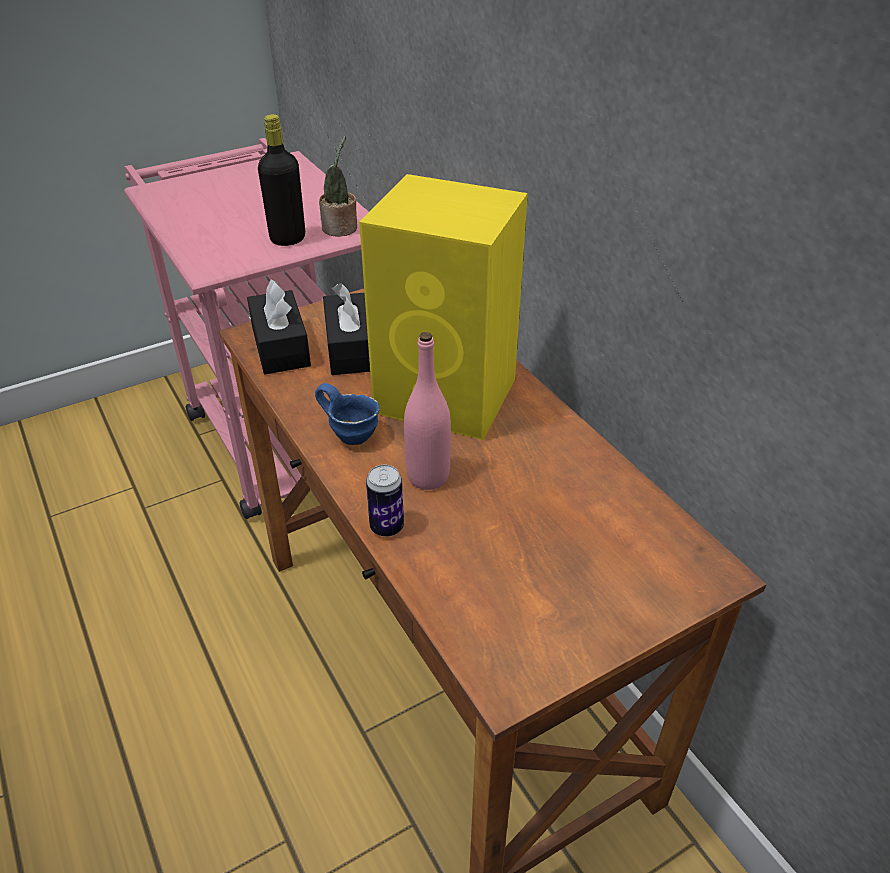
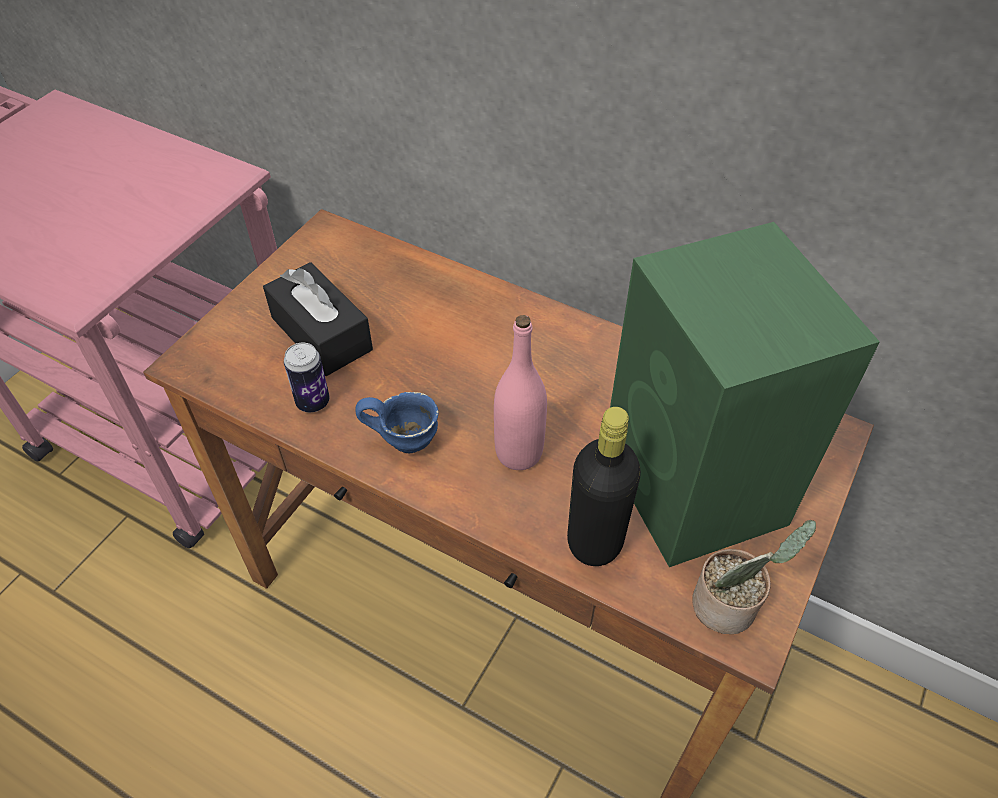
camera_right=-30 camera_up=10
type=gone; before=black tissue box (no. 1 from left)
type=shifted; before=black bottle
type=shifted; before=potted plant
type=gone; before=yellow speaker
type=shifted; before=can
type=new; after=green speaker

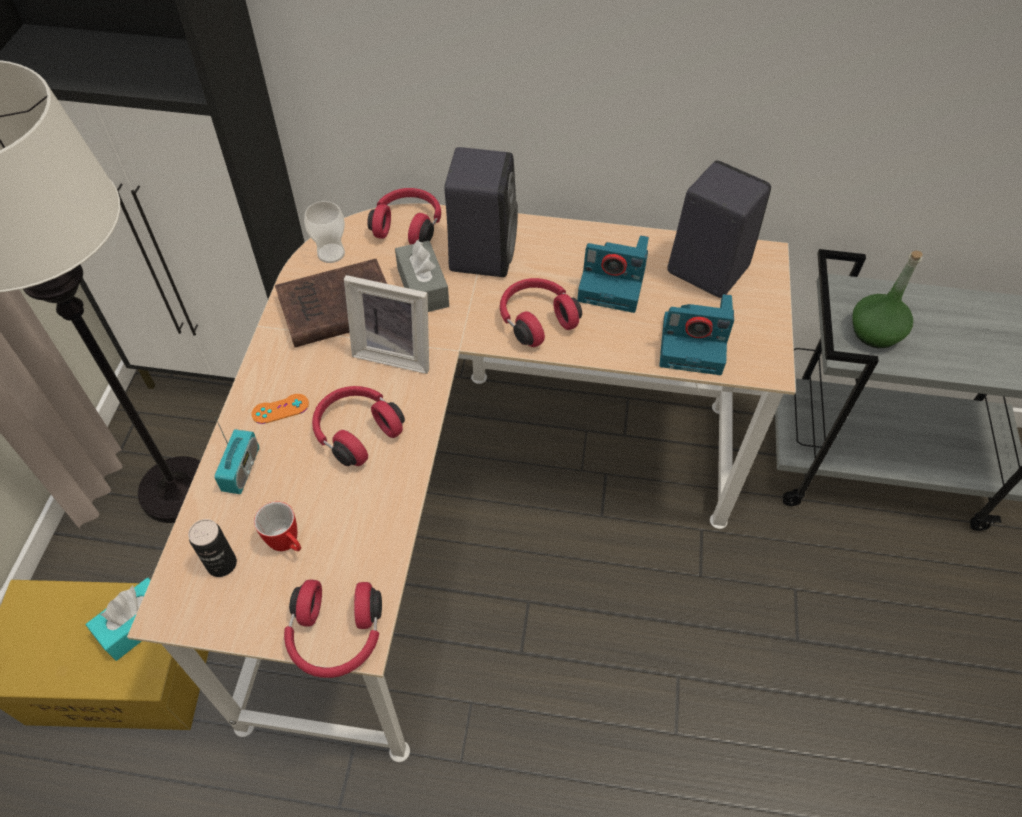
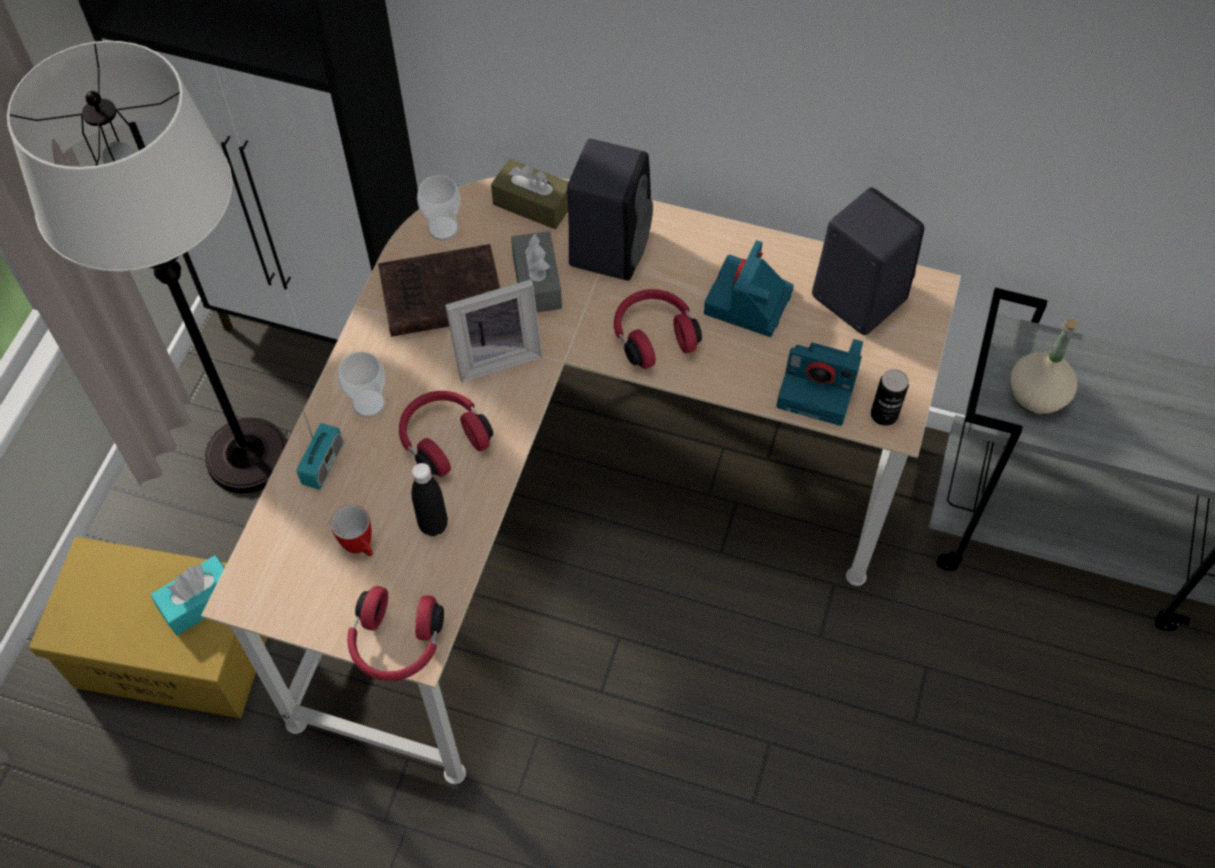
camera_right=10 camera_up=5
type=shifted; before=can
type=swapped; before=orange game controller; after=cup (no. 1 from left)
type=rotated; before=picture frame; turn=-45
type=swapped; before=red headphones (no. 3 from left); after=brown tissue box
type=rotated; before=photo camera (no. 1 from left); turn=90
type=repainted; before=green bottle; after=beige bottle
type=new; after=black bottle

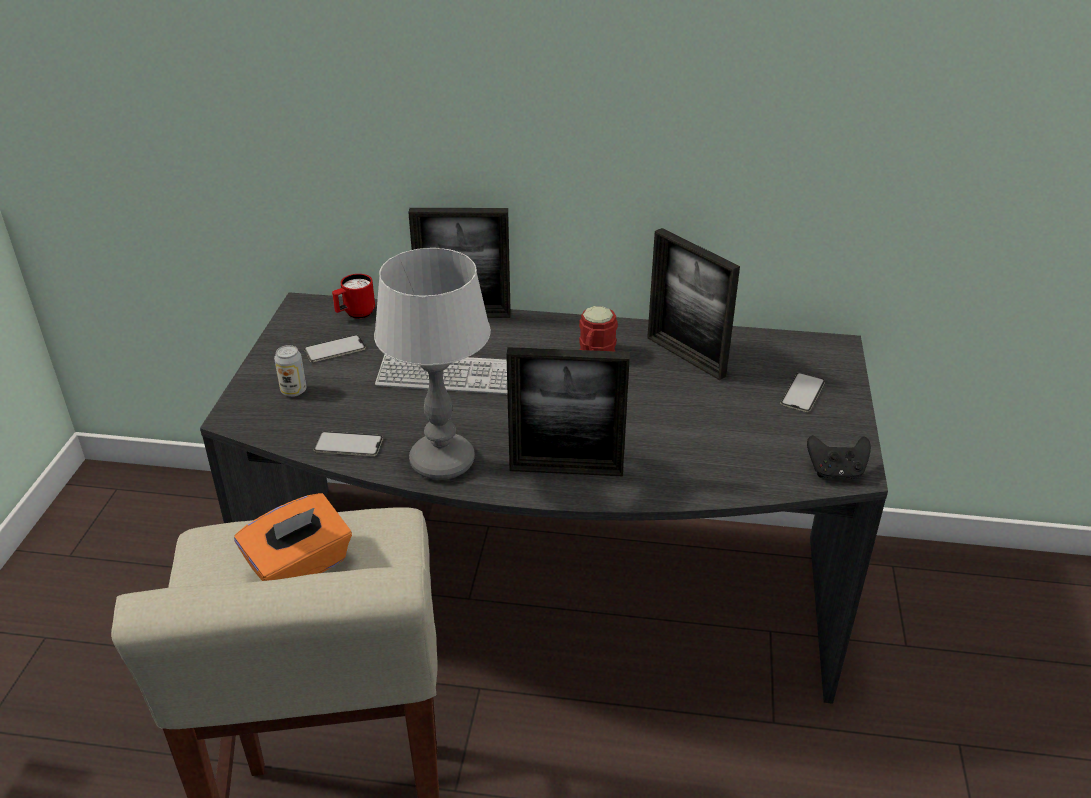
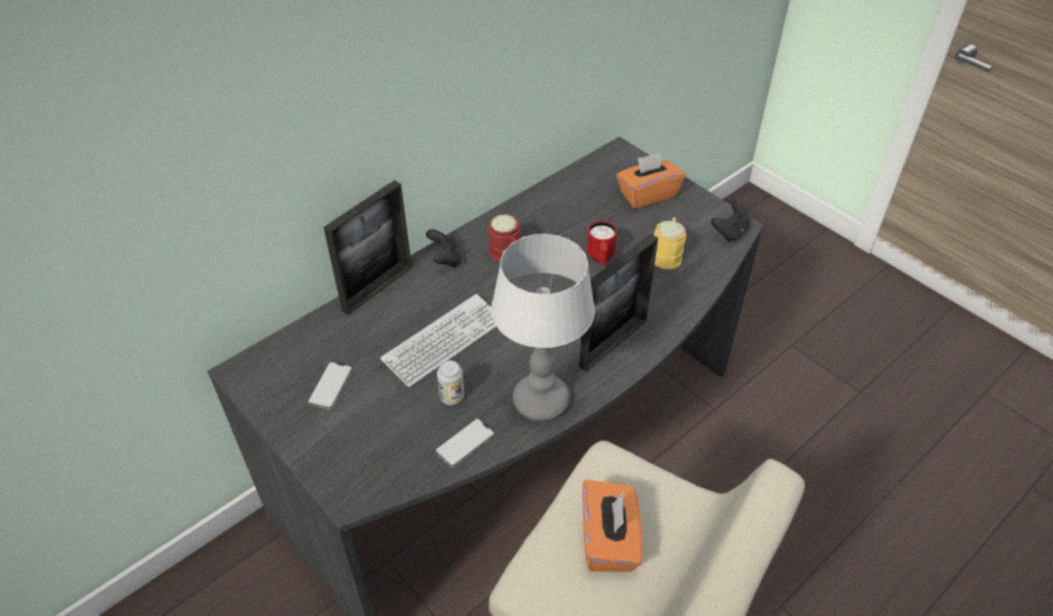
camera_right=-50 camera_up=10
type=shifted; before=can
type=shifted; before=red mug (no. 1 from left in the first image); after=red mug (no. 2 from left)
type=gone; before=picture frame (no. 3 from left)
type=swapped; before=phone (no. 3 from left); after=orange tissue box (no. 2 from left)
type=new; after=black game controller (no. 1 from left)
type=new; after=yellow mug

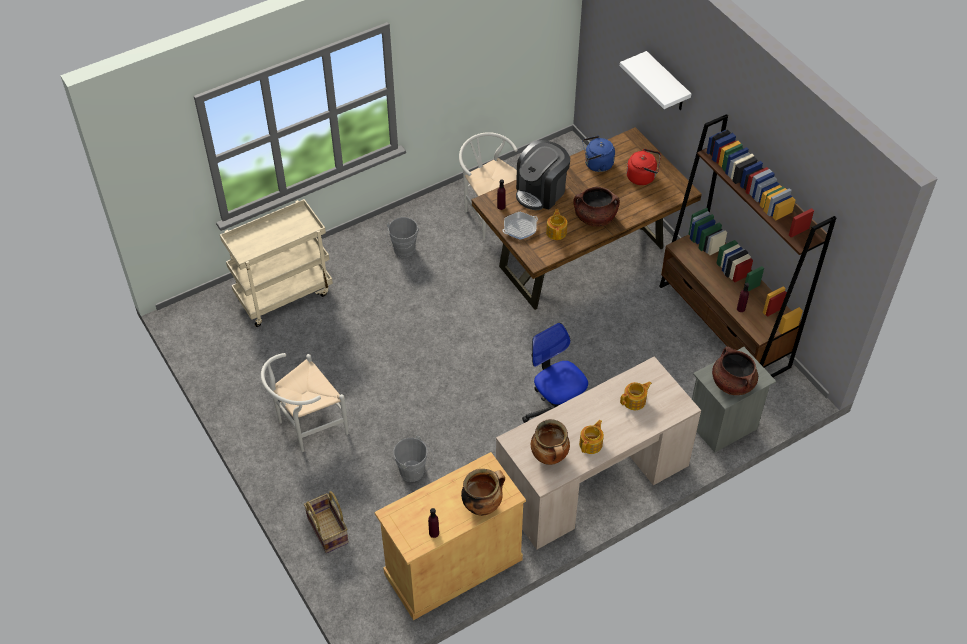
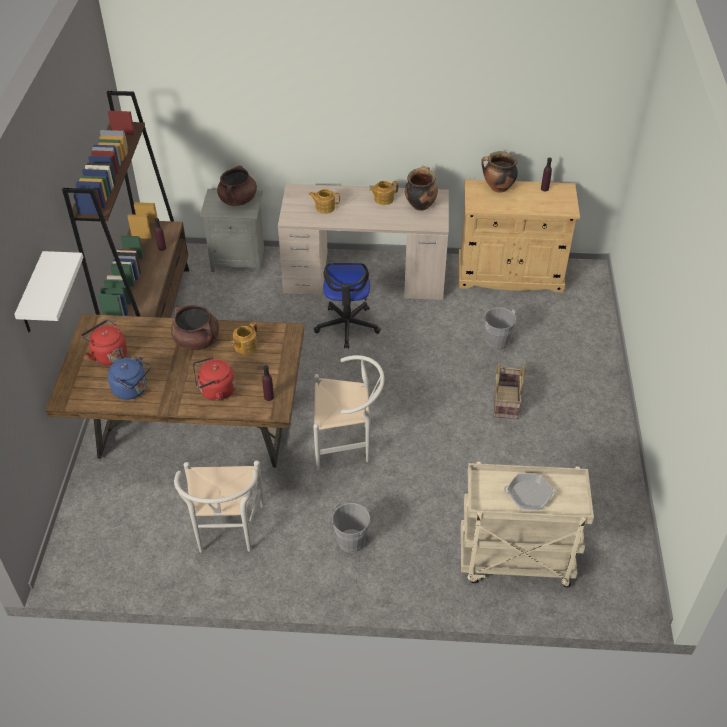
camera_right=-145 camera_up=-5
type=shifted; before=white chair (no. 1 from left in the first image); after=white chair (no. 2 from left)
type=shifted; before=basket
type=shifted; before=frying pan
type=swapped; before=coffee machine; after=red kettle (no. 2 from left)

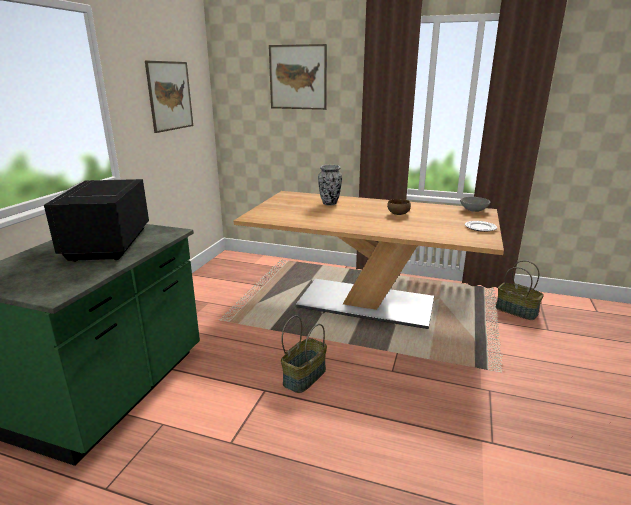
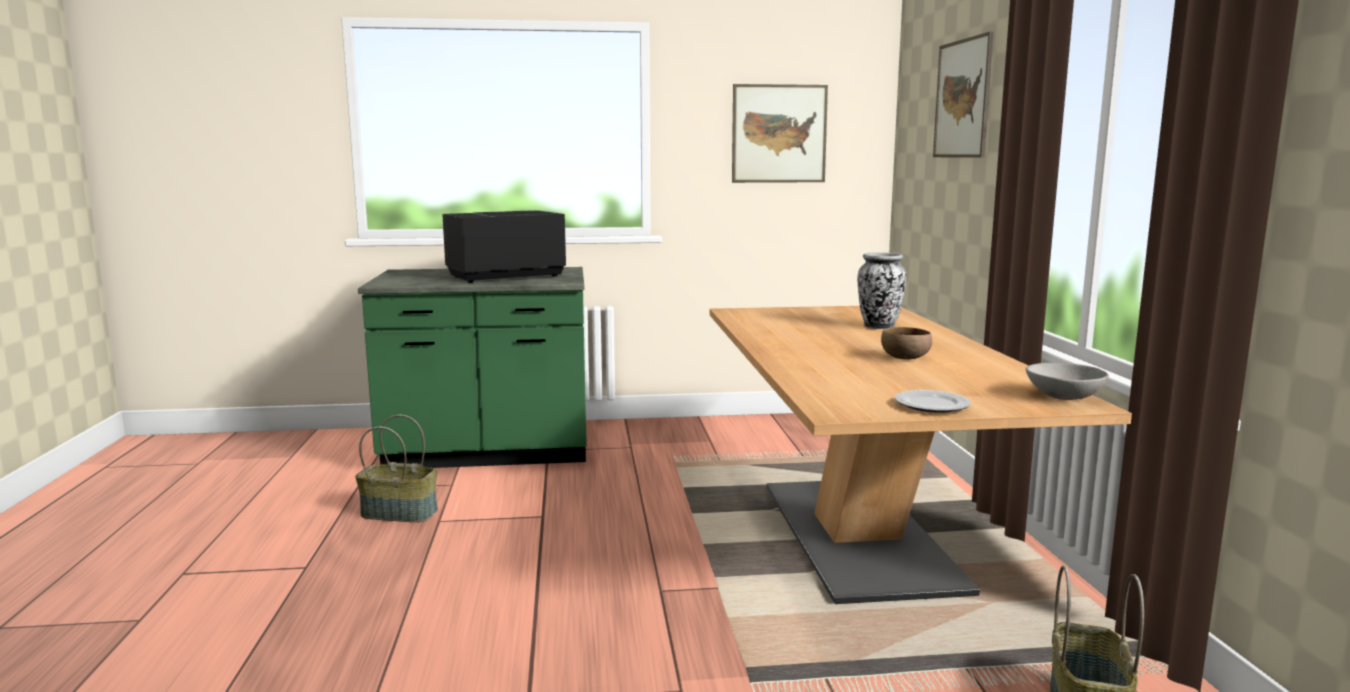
camera_right=65 camera_up=-10
type=shifted; before=basket (no. 1 from left)

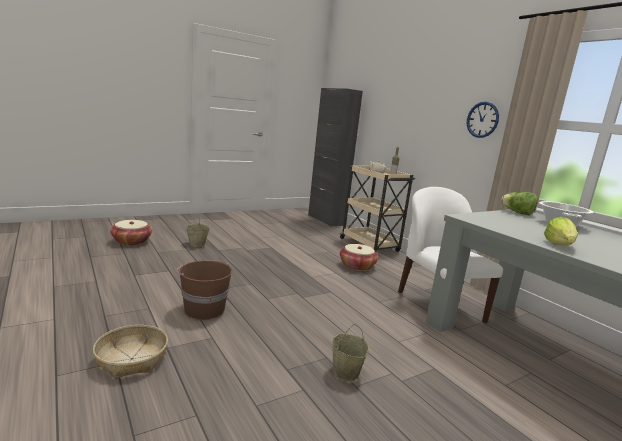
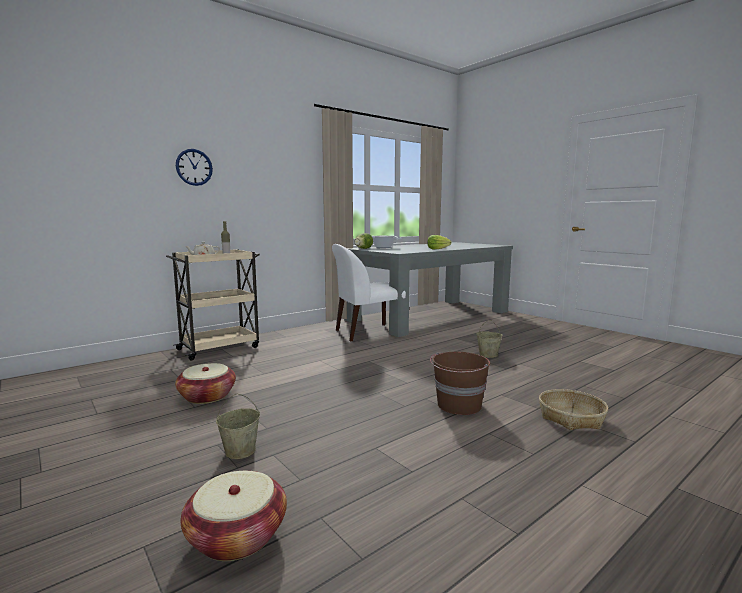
camera_right=-95 camera_up=-5
type=gone; before=black cabinet
type=shifted; before=basket (no. 3 from left in the first image); after=basket (no. 1 from left)
type=shifted; before=wall clock

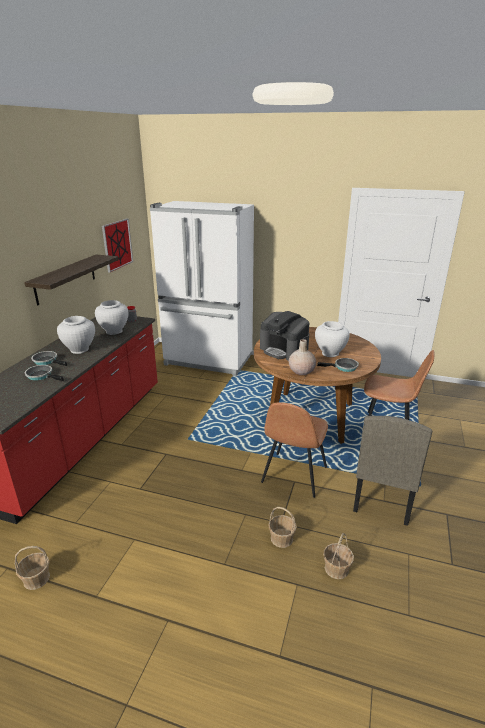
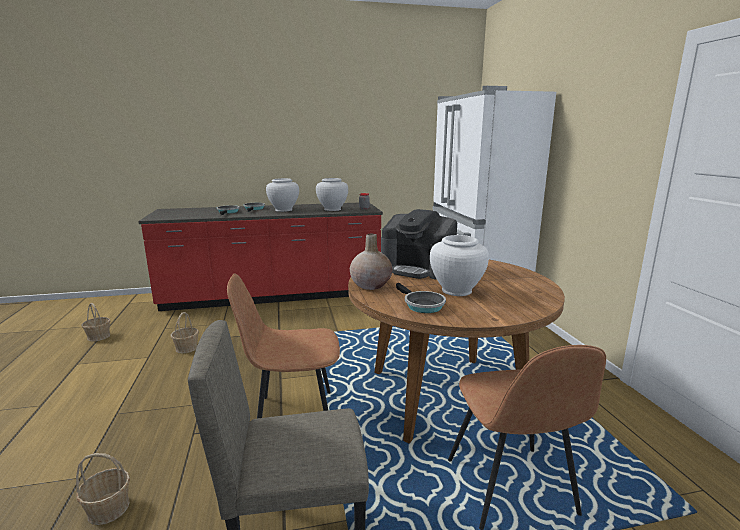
camera_right=60 camera_up=-10
type=gone; before=shelf
type=gone; before=picture
type=rotated; before=coffee machine; turn=-75
type=shifted; before=basket (no. 2 from left in the first image); after=basket (no. 3 from left)

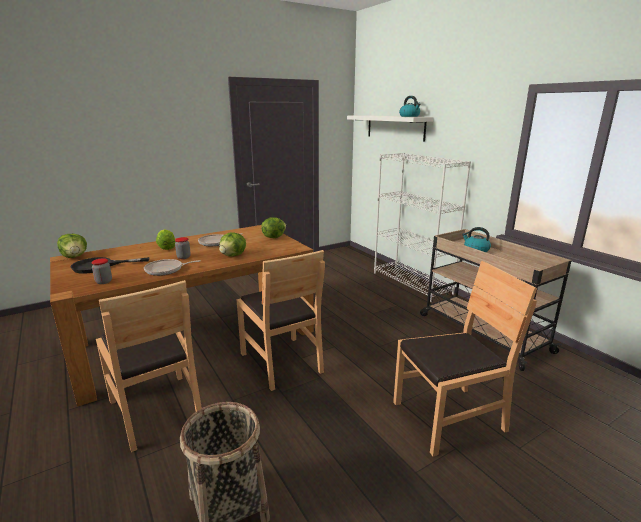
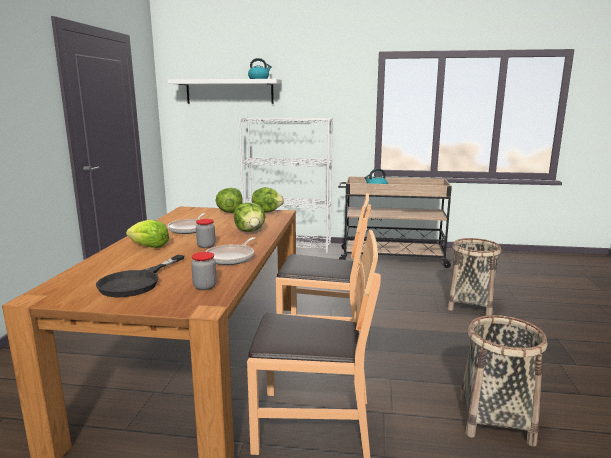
camera_right=-50 camera_up=-5
type=shifted; before=lettuce (no. 1 from left in the first image); after=lettuce (no. 4 from left)
type=swapped; before=brown chair (no. 3 from left); after=basket (no. 1 from left)

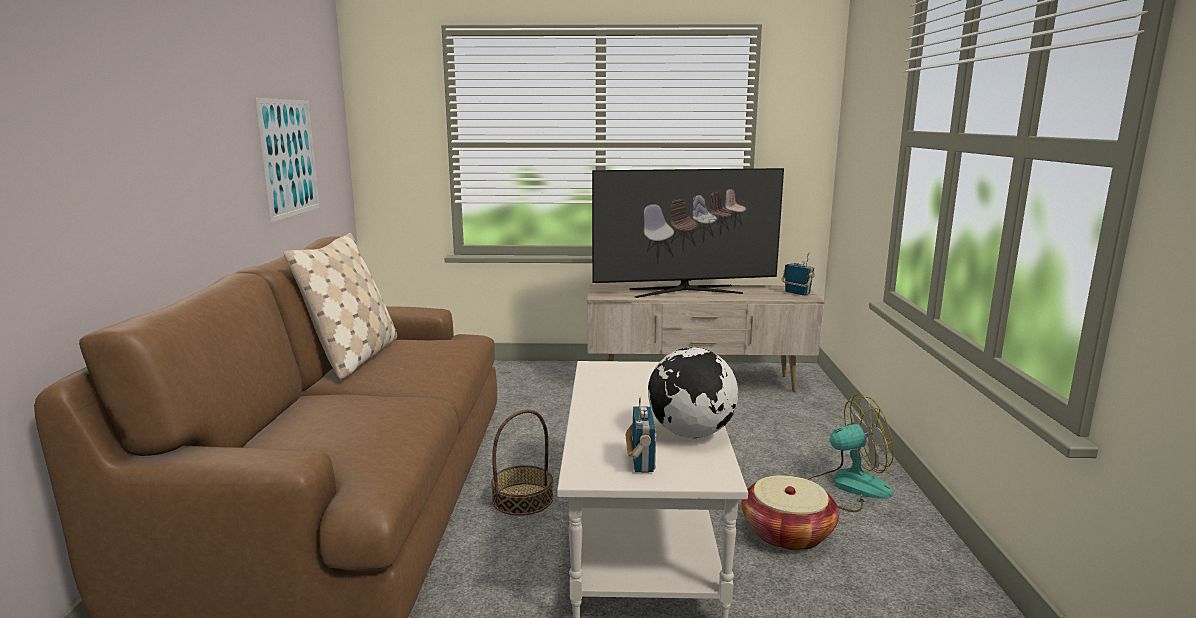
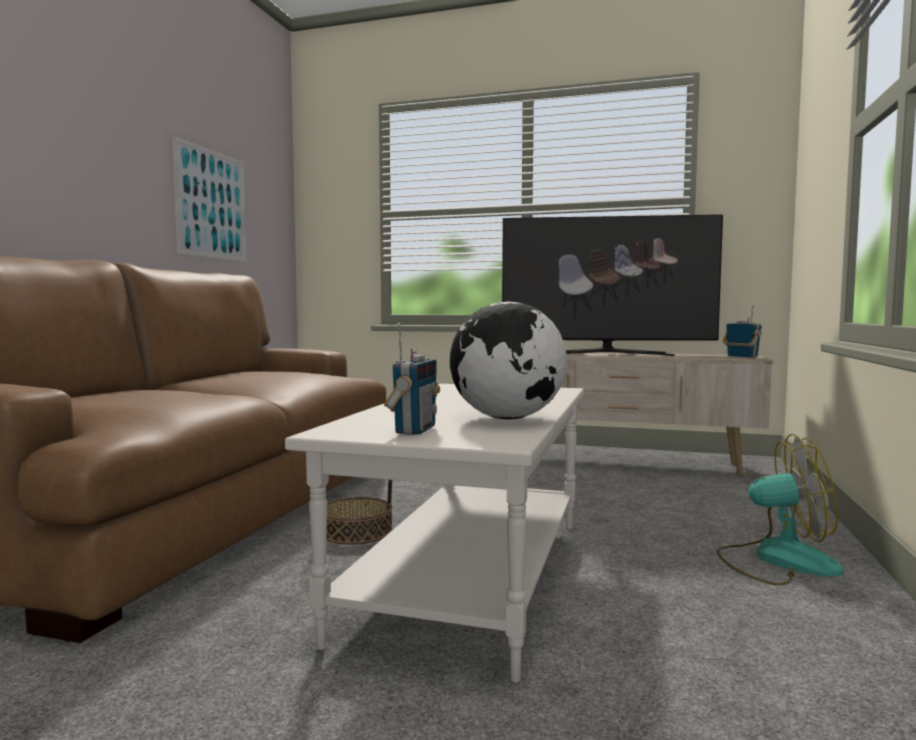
camera_right=15 camera_up=-10
type=gone; before=beige pillow
type=gone; before=basket (no. 2 from left)

